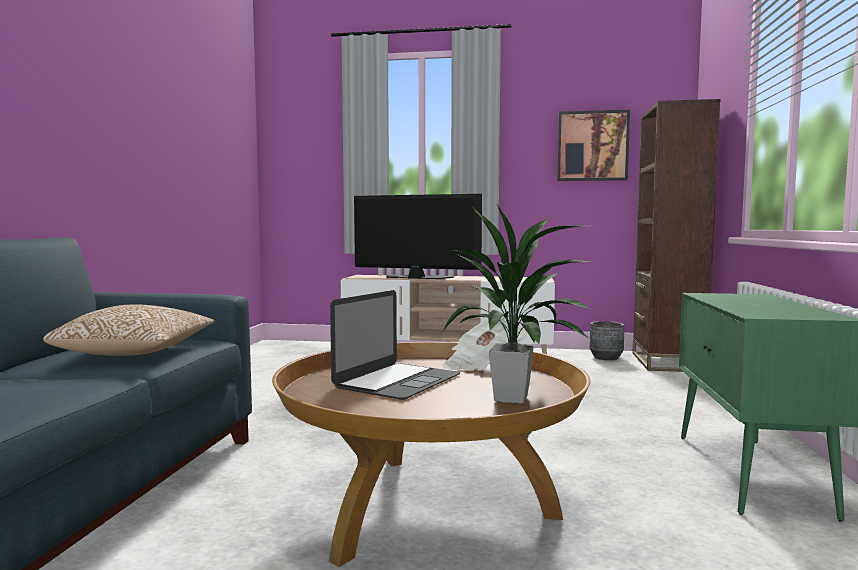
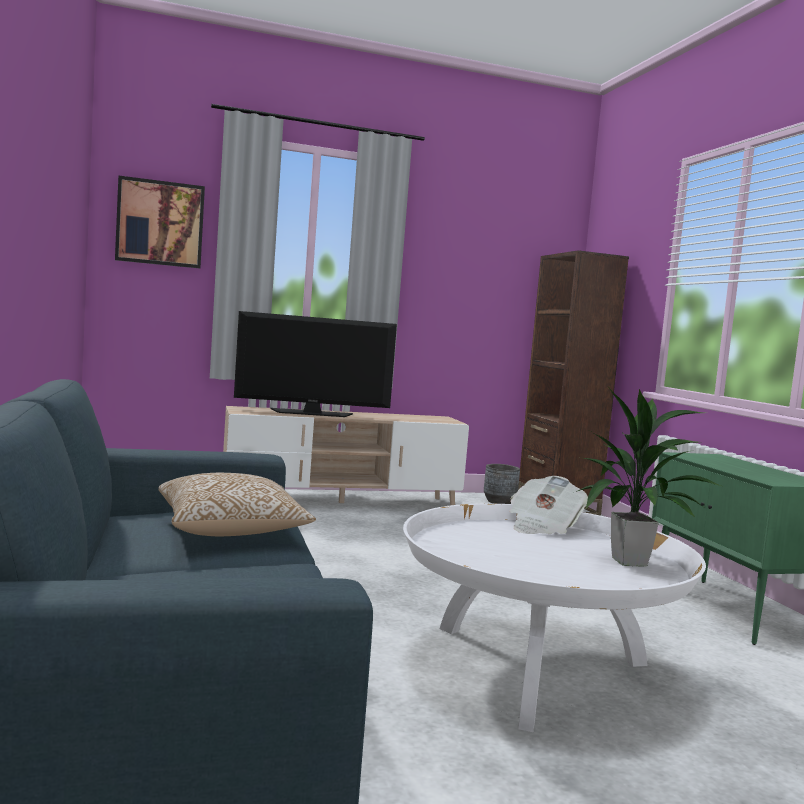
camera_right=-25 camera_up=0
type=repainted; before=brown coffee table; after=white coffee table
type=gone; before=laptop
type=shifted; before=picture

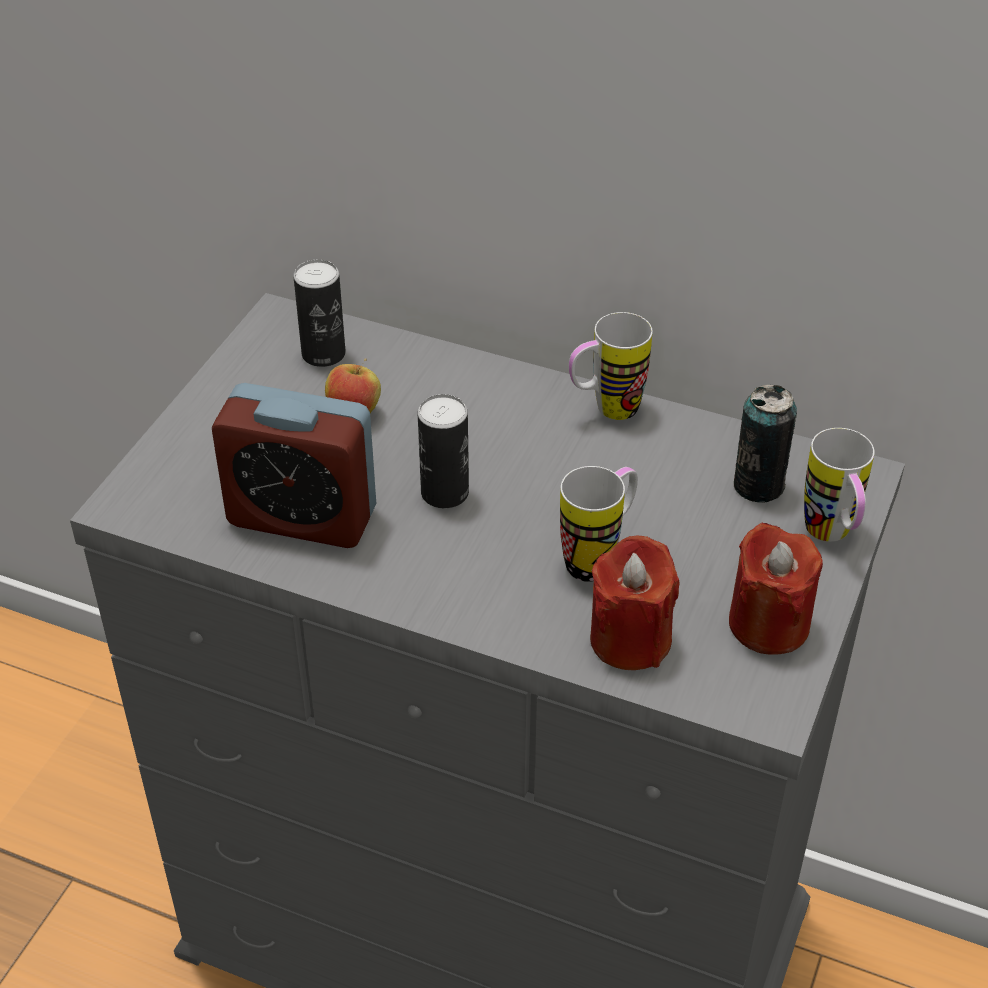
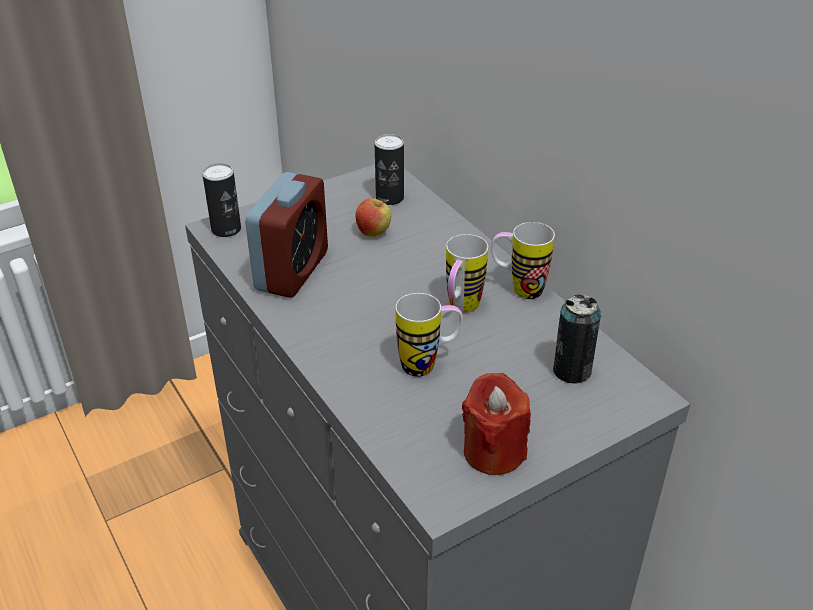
camera_right=35 camera_up=-5
type=rotated; before=alarm clock; turn=-120
type=shifted; before=can (no. 2 from left in the first image); after=can (no. 1 from left)
type=gone; before=red candle (no. 1 from left)
type=shifted; before=mug (no. 3 from left in the first image); after=mug (no. 2 from left)

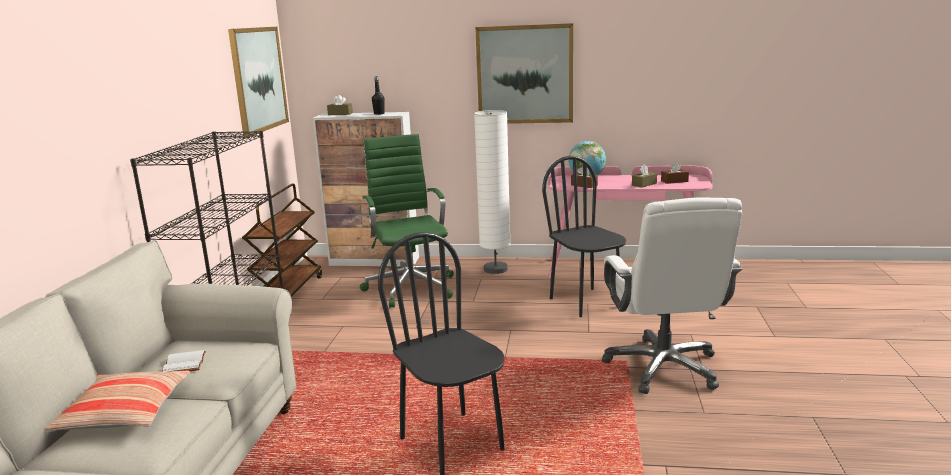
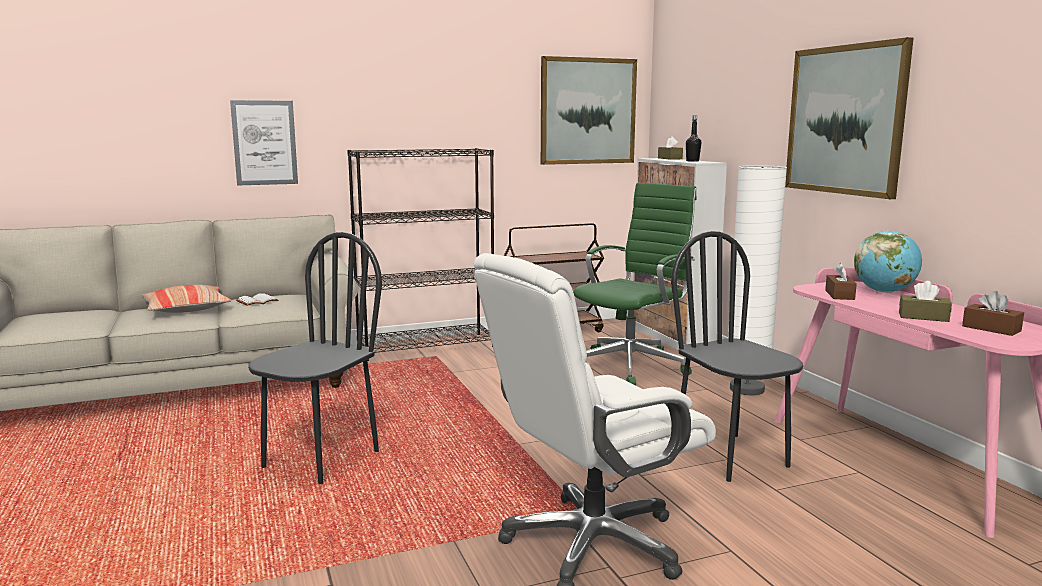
camera_right=60 camera_up=-5
type=rotated; before=black chair (no. 2 from left); turn=-60
type=new; after=picture (no. 1 from left)

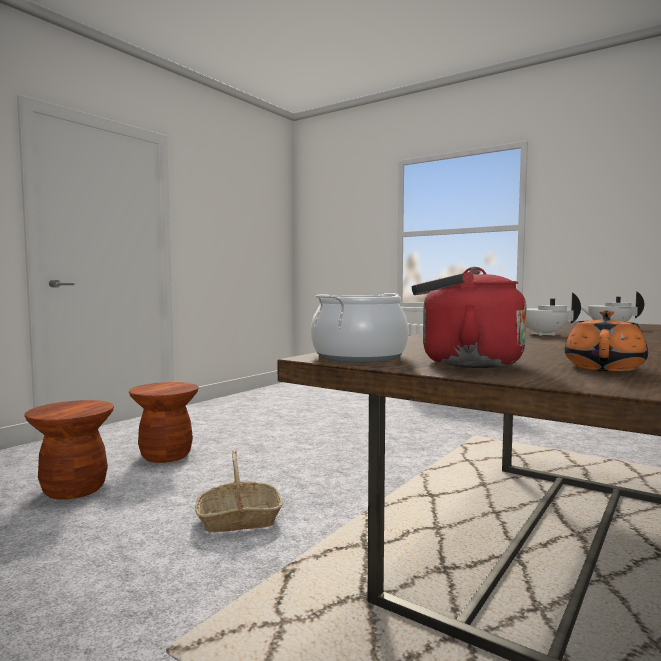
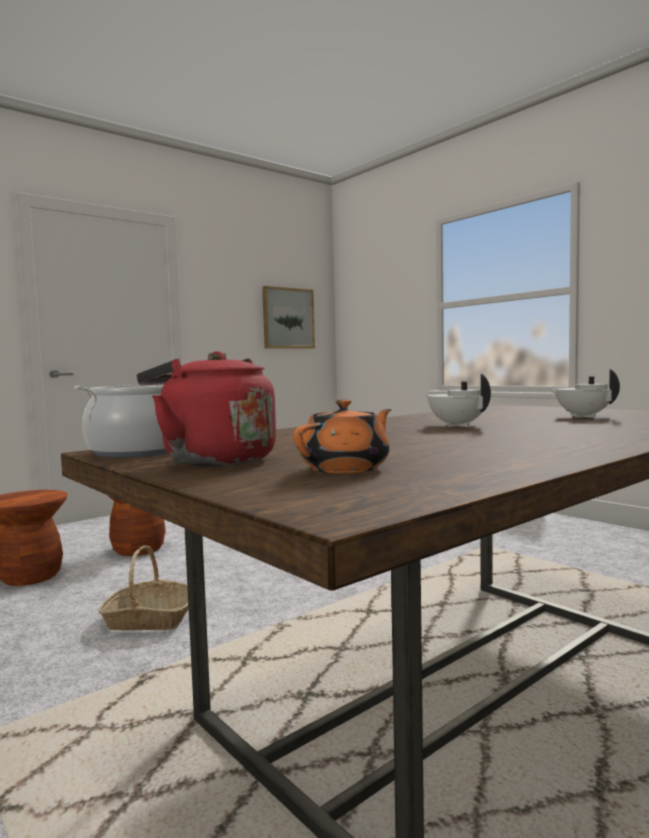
camera_right=15 camera_up=0
type=new; after=picture

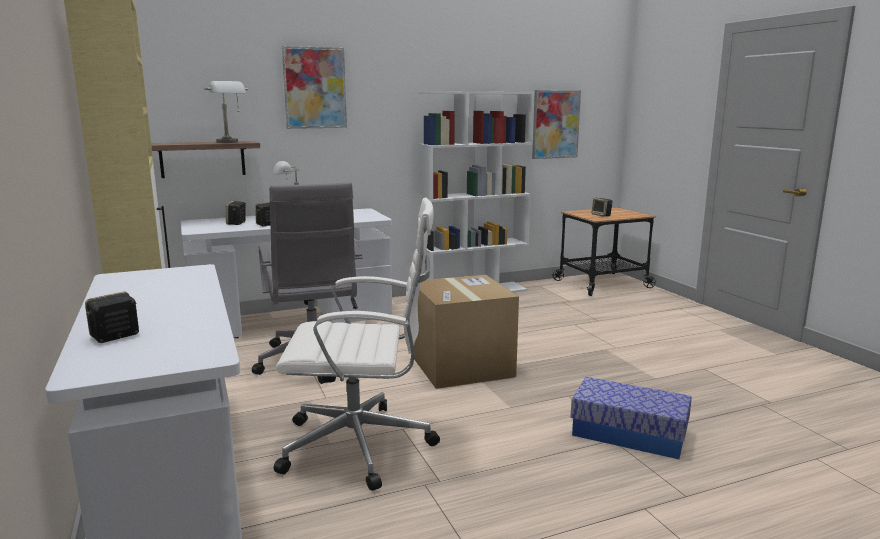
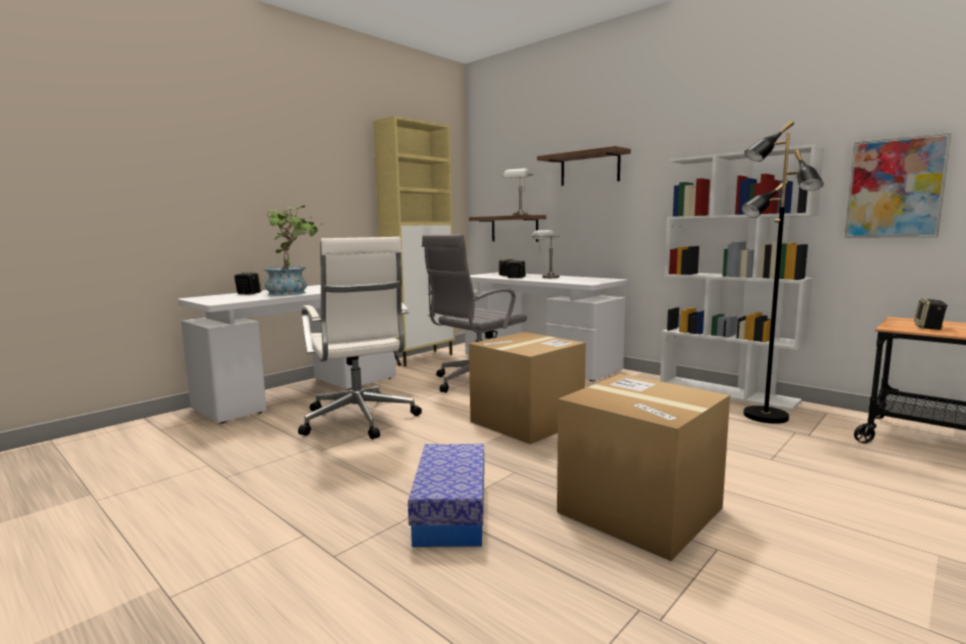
camera_right=65 camera_up=-5
type=swapped; before=picture (no. 1 from left); after=shelf (no. 2 from left)
type=new; after=potted plant
type=new; after=cardboard box (no. 2 from left)
type=new; after=black floor lamp

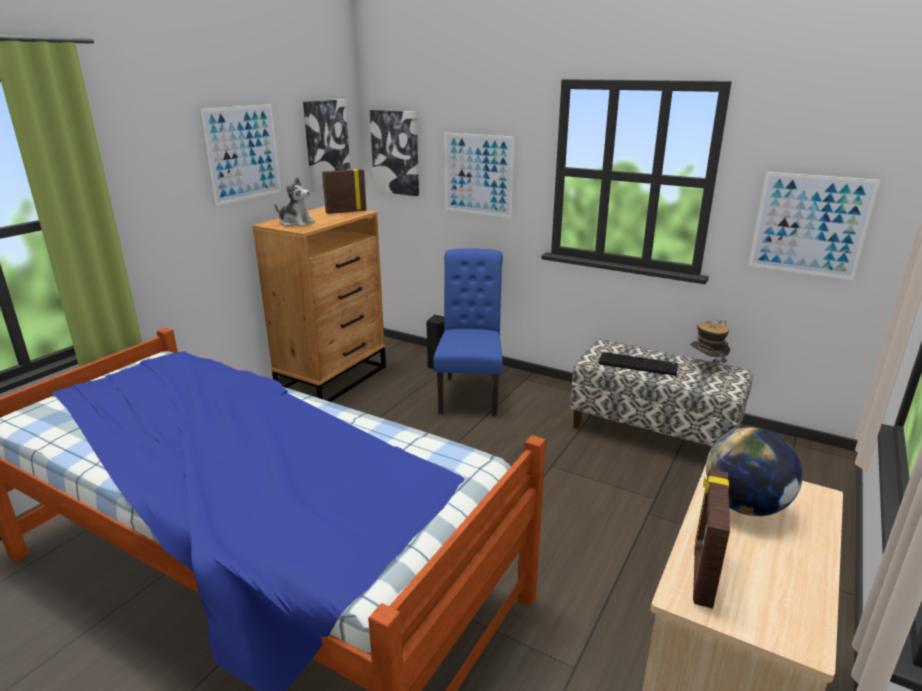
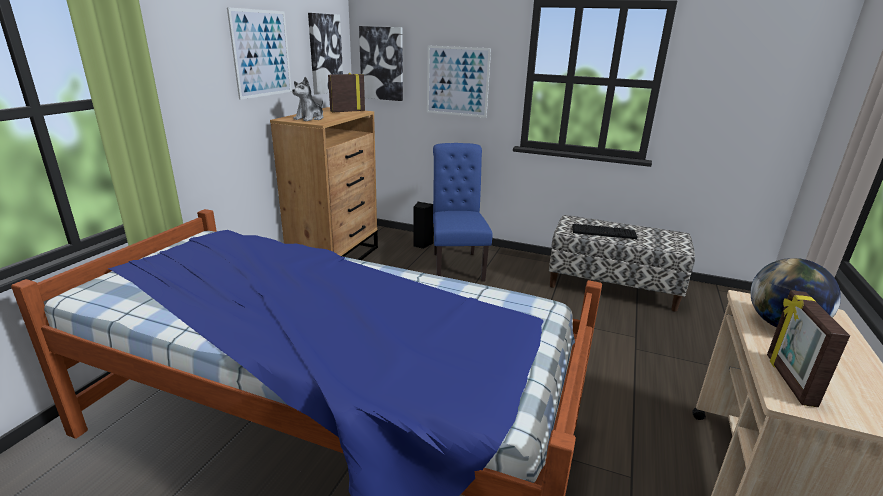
camera_right=-10 camera_up=0
type=rotated; before=plush toy; turn=105
type=gone; before=hat
type=gone; before=picture (no. 5 from left)

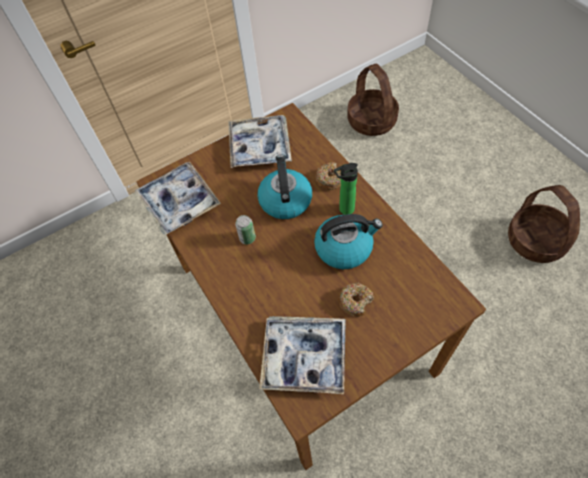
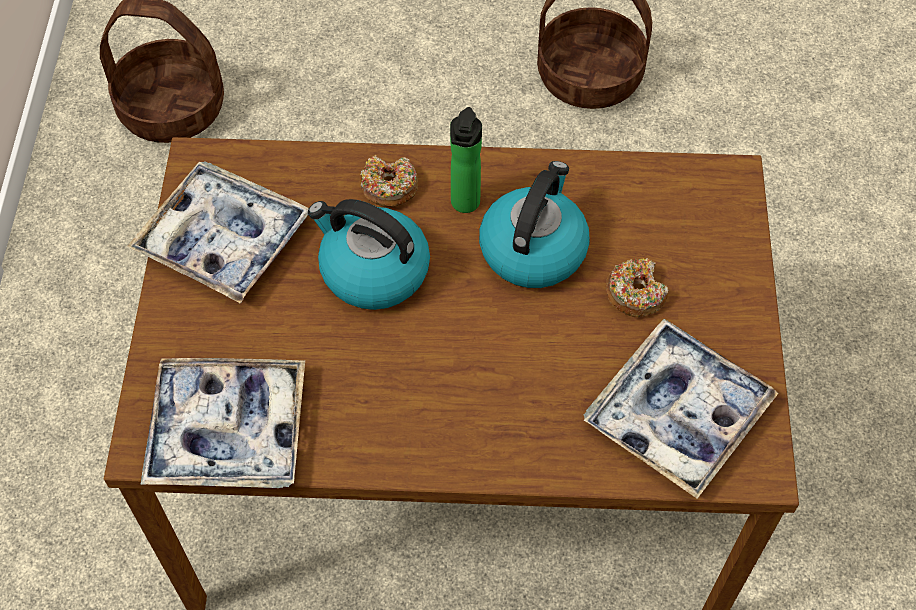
camera_right=-60 camera_up=0
type=gone; before=can

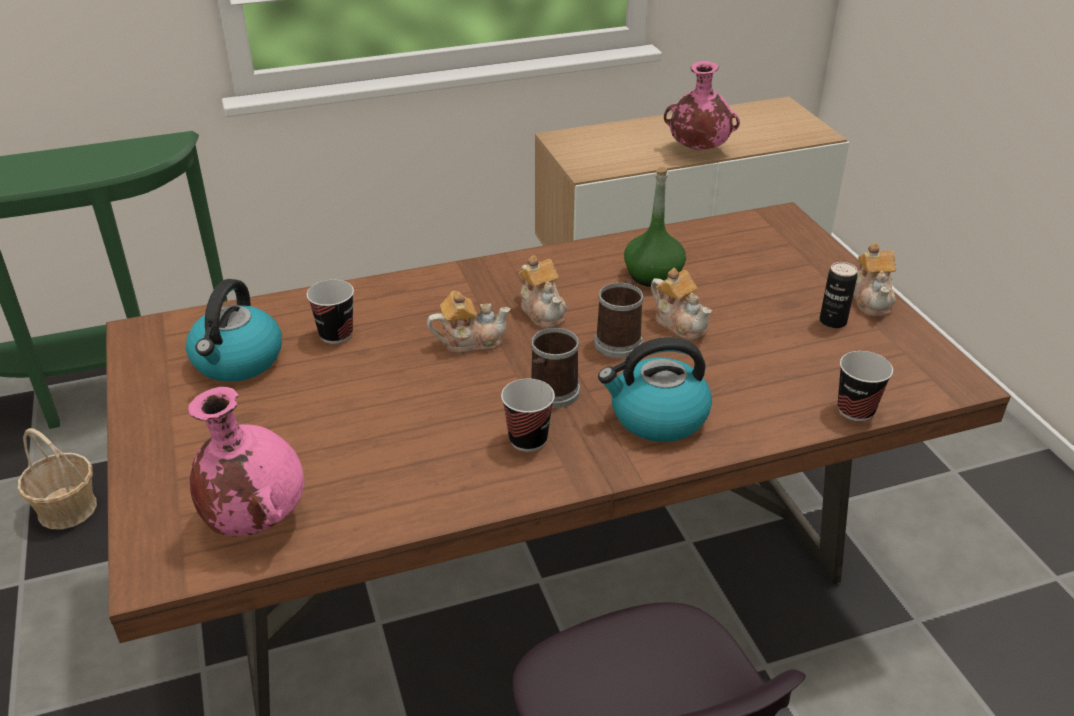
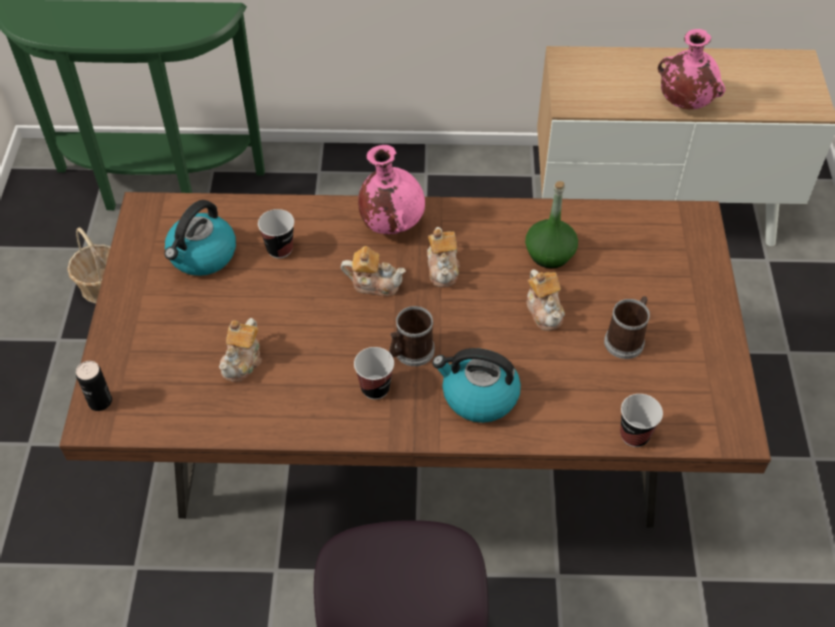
camera_right=20 camera_up=15
type=shifted; before=pink vase (no. 1 from left)
type=shifted; before=mug (no. 2 from left)
type=shifted; before=can
type=shifted; before=teapot (no. 4 from left in the first image); after=teapot (no. 1 from left)

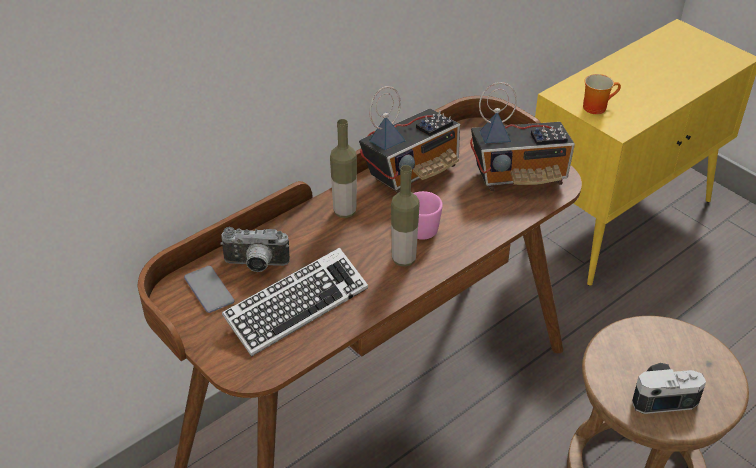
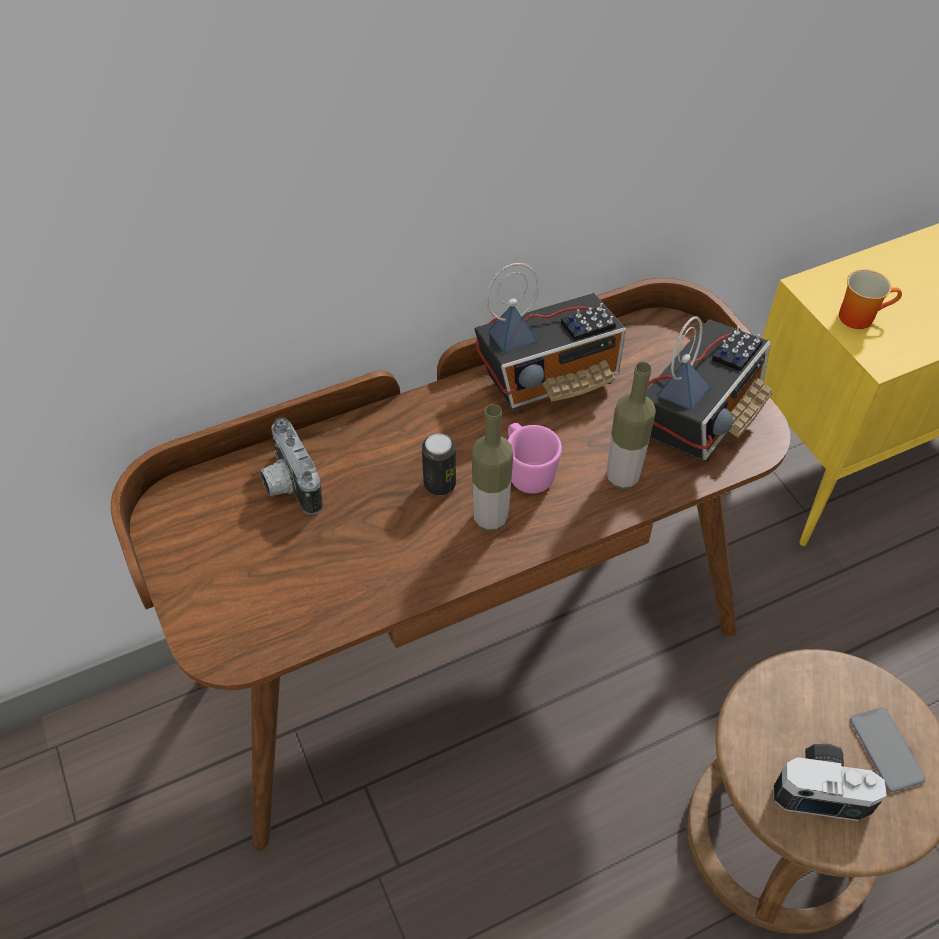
camera_right=15 camera_up=10
type=shifted; before=phone
type=rotated; before=photo camera (no. 1 from left); turn=45
type=gone; before=keyboard
type=shifted; before=bottle (no. 1 from left in the first image); after=bottle (no. 2 from left)
type=rotated; before=radio (no. 2 from left); turn=-60
type=new; after=can

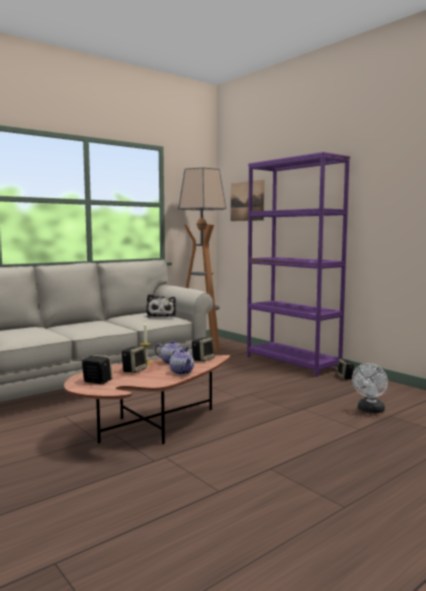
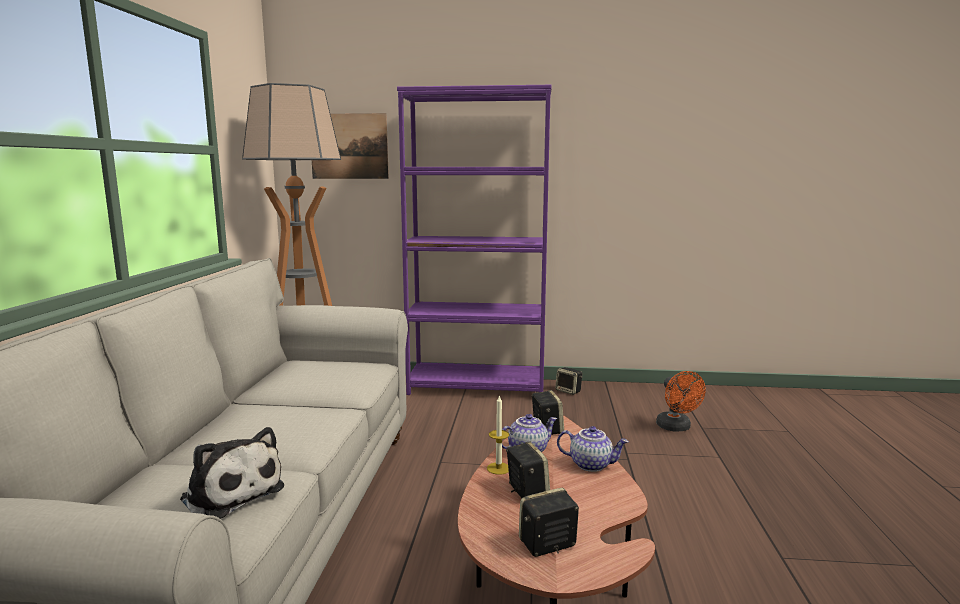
camera_right=-45 camera_up=5
type=shifted; before=plush toy
type=repainted; before=white fan; after=orange fan

